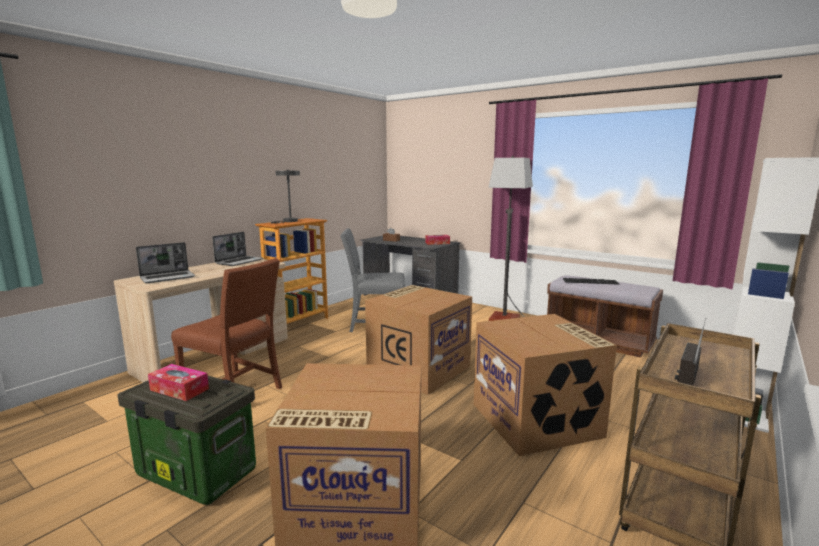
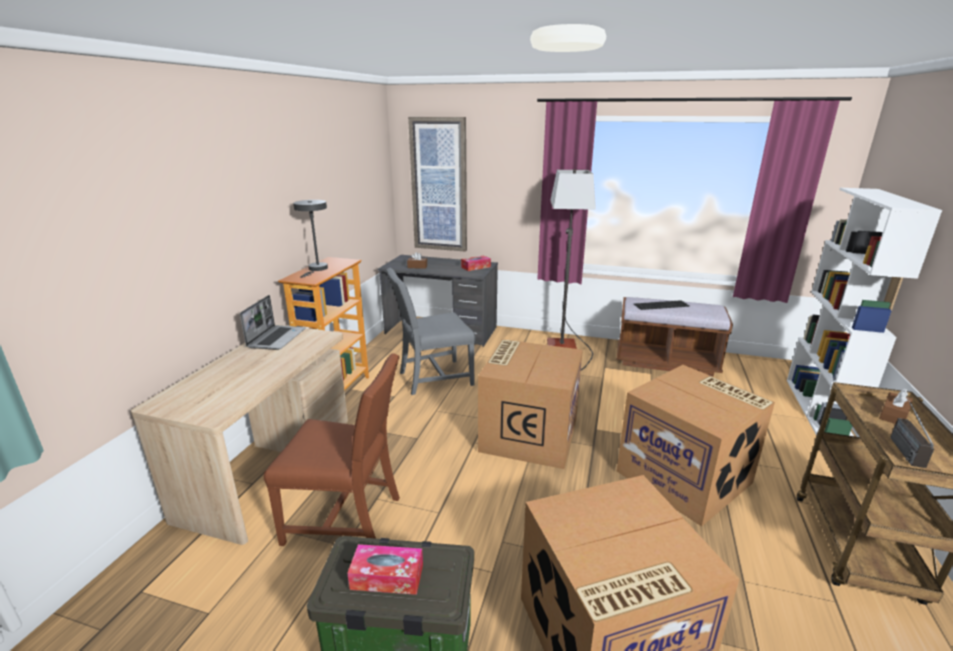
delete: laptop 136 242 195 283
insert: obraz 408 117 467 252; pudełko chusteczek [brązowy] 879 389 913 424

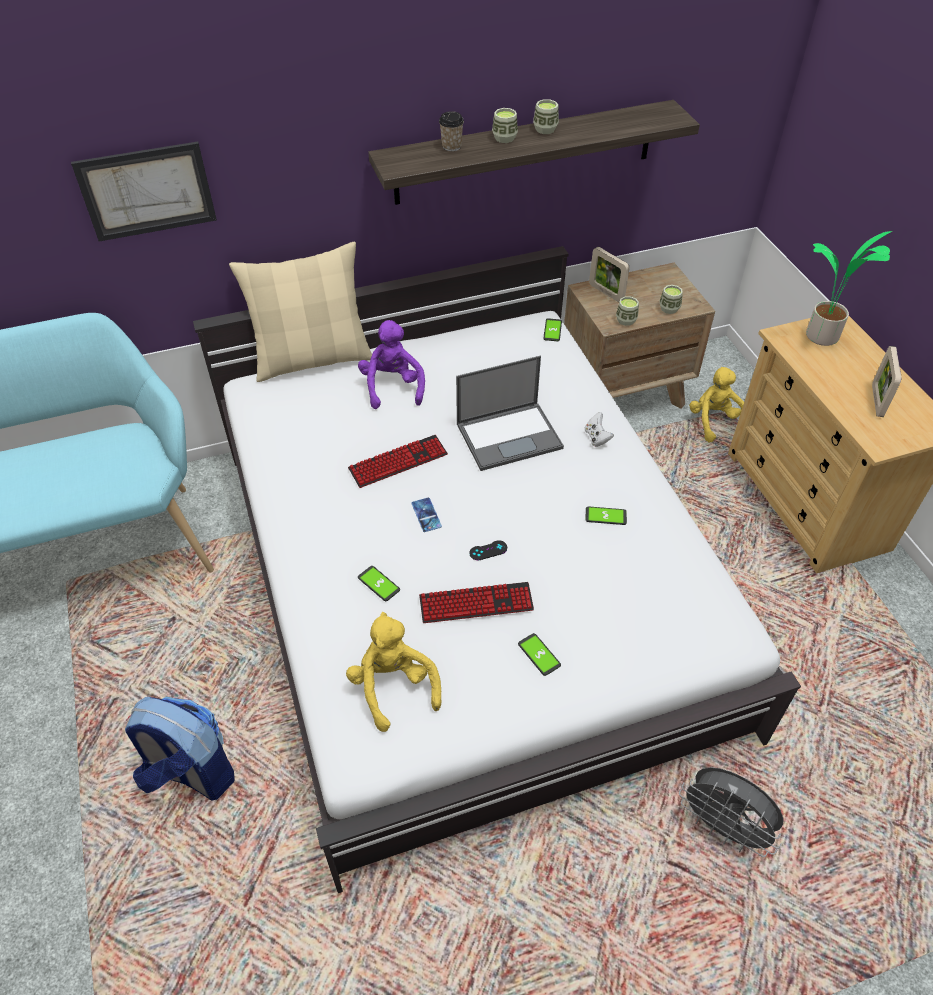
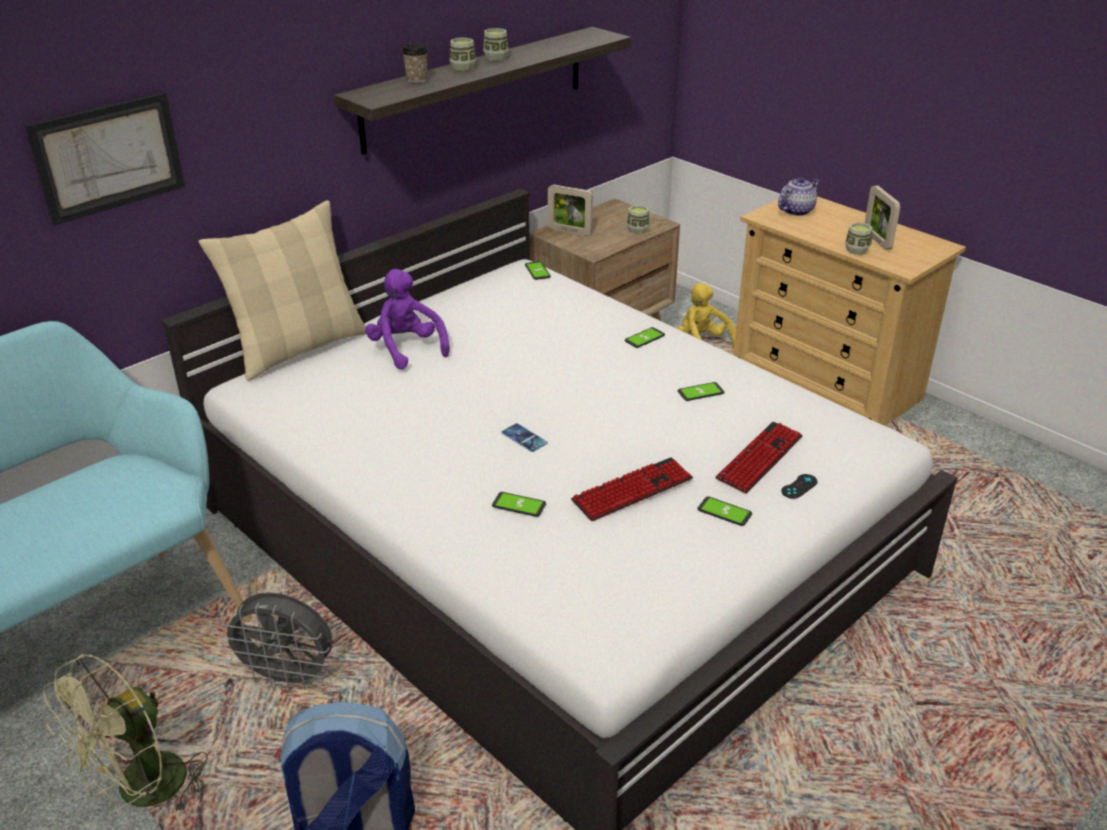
delete: pluszak [żółty] 346 612 441 732; laptop 456 356 564 471
insert: wentylator [zielony] 43 654 208 814
move: wentylator [szary] 679 767 783 857 to 218 593 332 691; klawiatura 348 435 448 488 to 716 422 803 494; pad do gier [czarny] 469 540 507 560 to 782 474 818 499; filiżanka 616 296 639 326 to 845 223 872 255
replace: pad do gier [biały] 585 412 614 447 to telefon 625 327 665 348; roślina doniczkowa 806 231 893 346 to imbryk 778 177 820 216

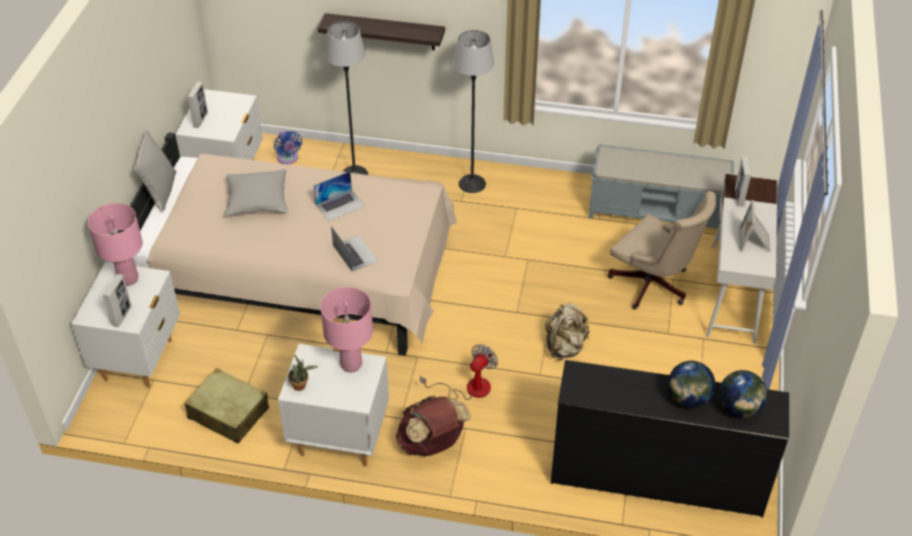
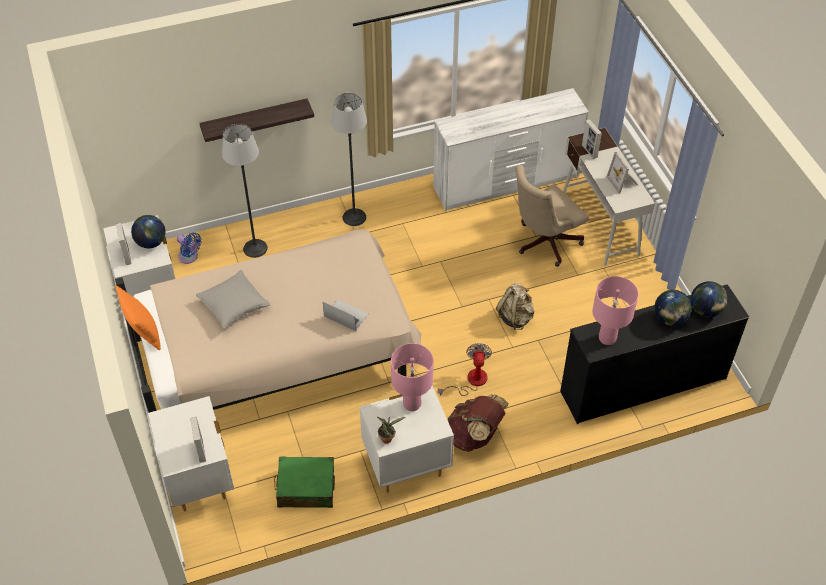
delete: laptop 314 171 365 221
insert: globus 131 215 166 248
move: lampa stołowa [różowy] 88 203 143 286 to 592 276 638 345
replace: ławka [szary] 589 144 735 229 to komoda [biały] 433 88 589 211
recolor: poduszka [szary] 134 130 176 213 to poduszka [pomarańczowy] 115 285 161 350; walizka [beżowy] 185 368 269 444 to walizka [zielony] 274 457 335 508
rotate: krzesło biurowe [beżowy] 608 191 716 309 = 515 165 589 267 135 degrees clockwise

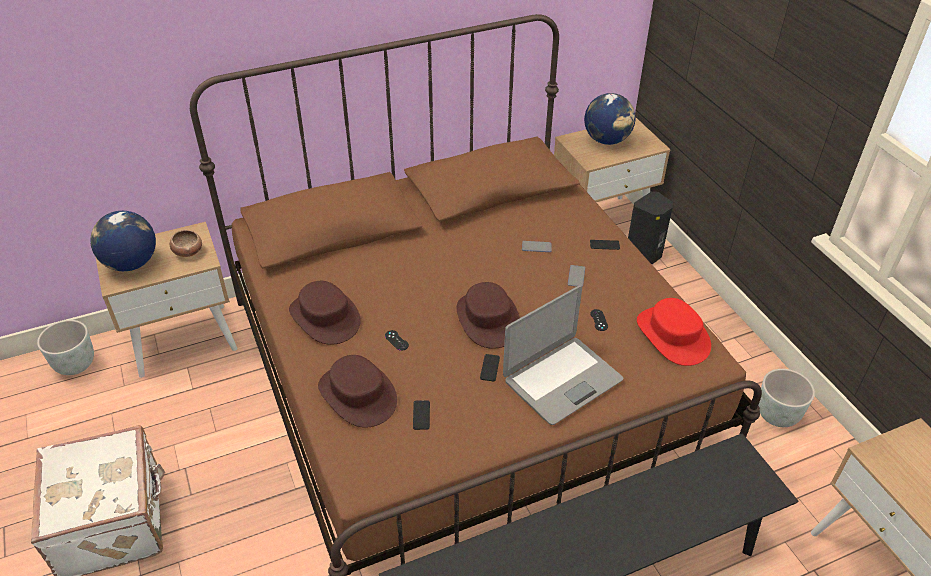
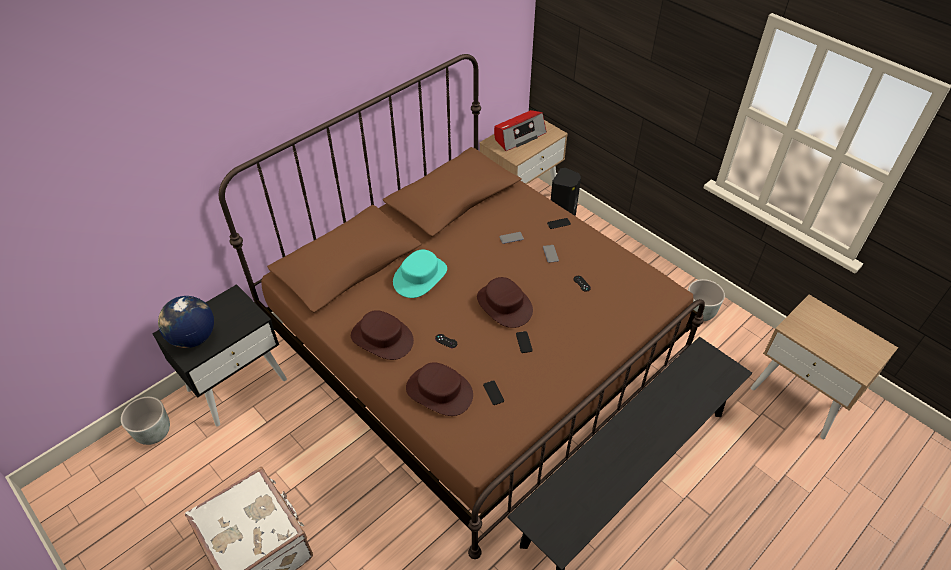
delete: miska 170 230 202 257; laptop 503 286 623 425; kapelusz [czerwony] 637 298 711 366
insert: kapelusz [turkusowy] 393 250 447 298
replace: globus 584 93 636 145 to radio 494 110 547 151
recolor: szafka nocna [beżowy] 96 222 237 378 to szafka nocna [czarny] 152 284 287 427

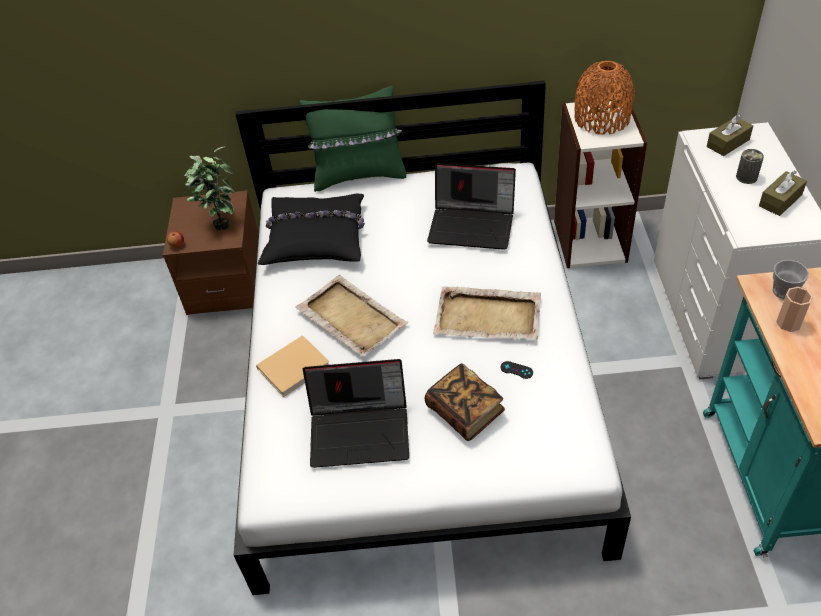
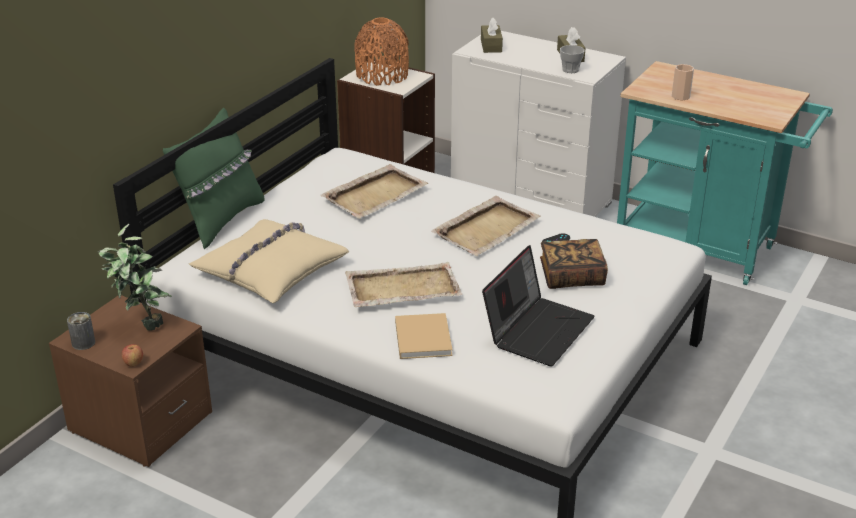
move: puszka 736 149 764 184 to 67 312 95 350; filiżanka 772 260 809 299 to 560 45 585 73
replace: laptop 427 163 516 250 to taca [beżowy] 320 164 429 219
recolor: poduszka [czarny] 258 193 365 265 to poduszka [beżowy] 189 219 349 303

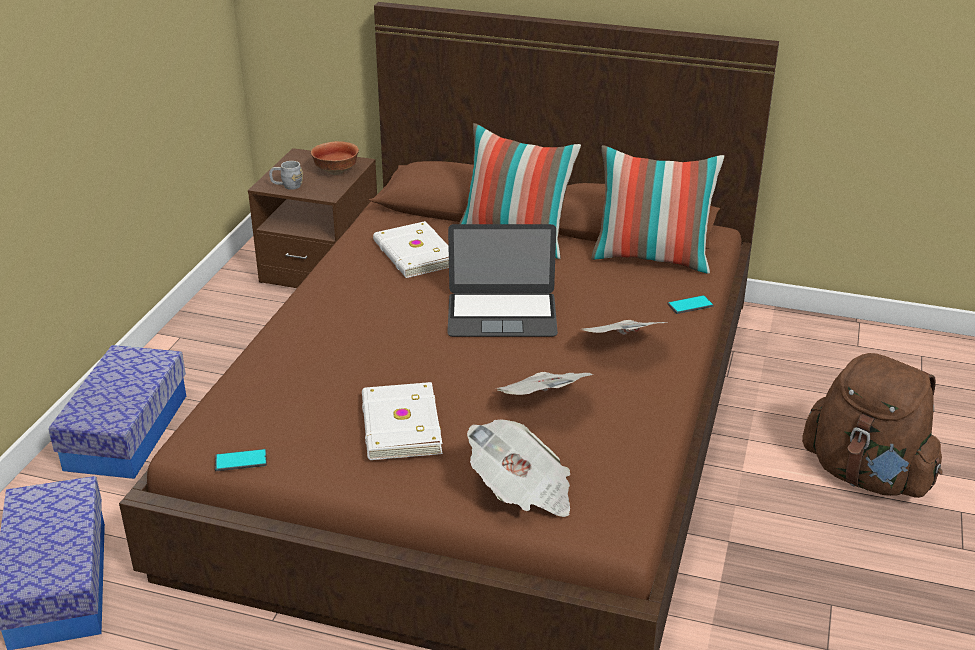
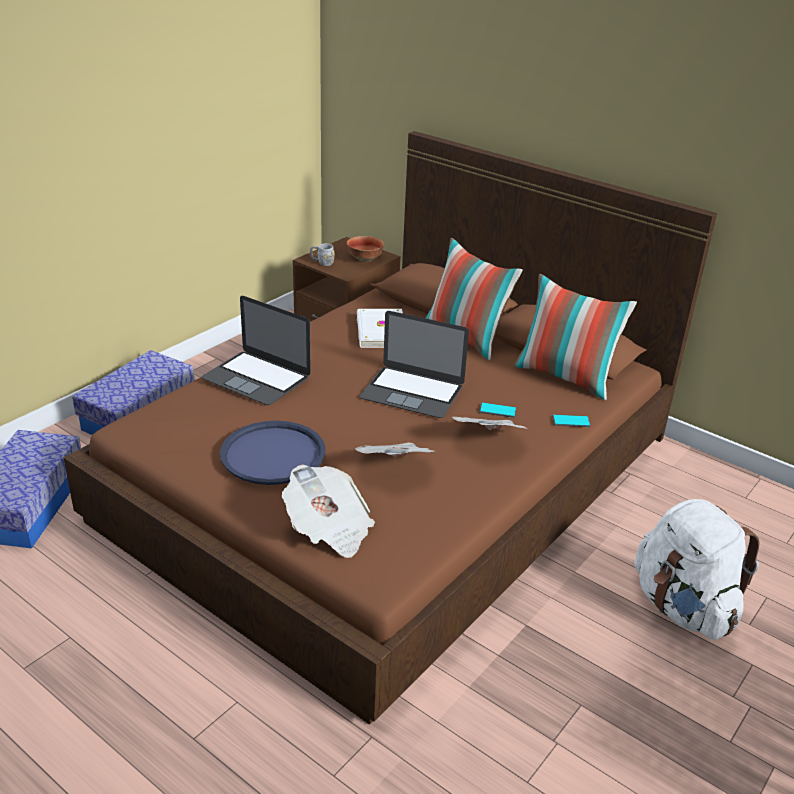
insert: laptop 202 296 311 405
move: telefon 215 449 267 471 to 479 402 516 418
replace: książka [biały] 362 382 443 460 to taca [niebieski] 220 421 326 485
recolor: plecak [brązowy] 802 353 943 498 to plecak [biały] 634 499 760 640

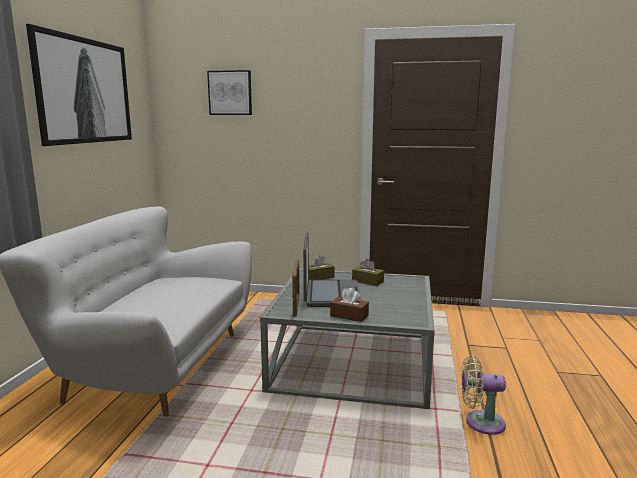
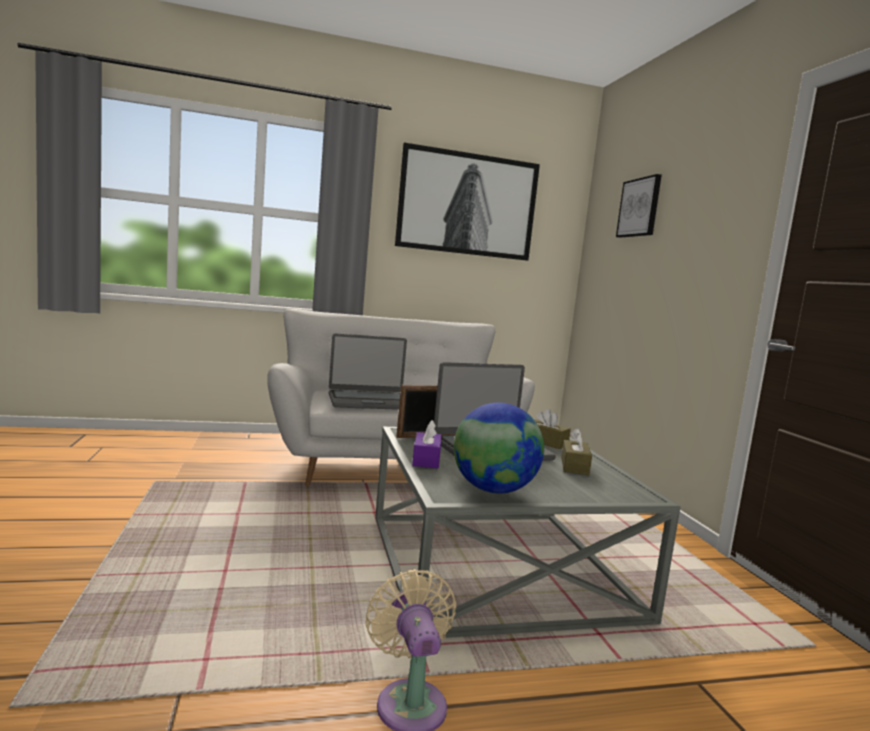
insert: laptop 329 333 407 410; globus 454 402 544 494
recolor: pudełko chusteczek [brązowy] 330 288 369 322 to pudełko chusteczek [fioletowy] 412 420 441 469

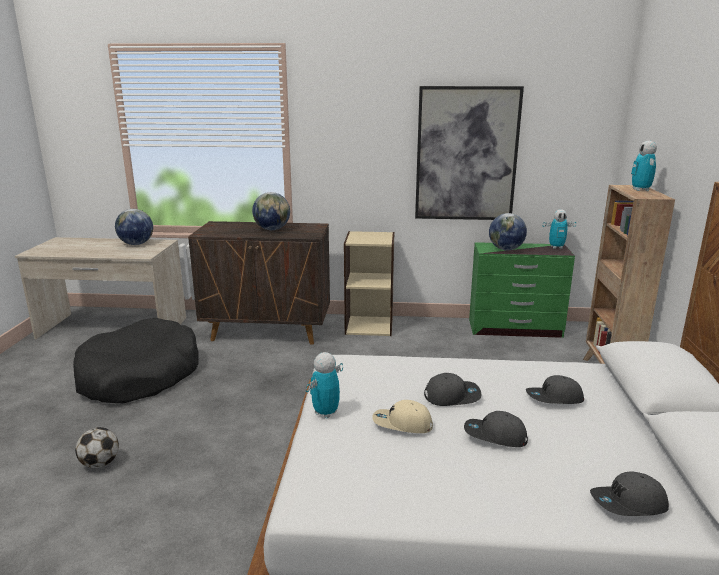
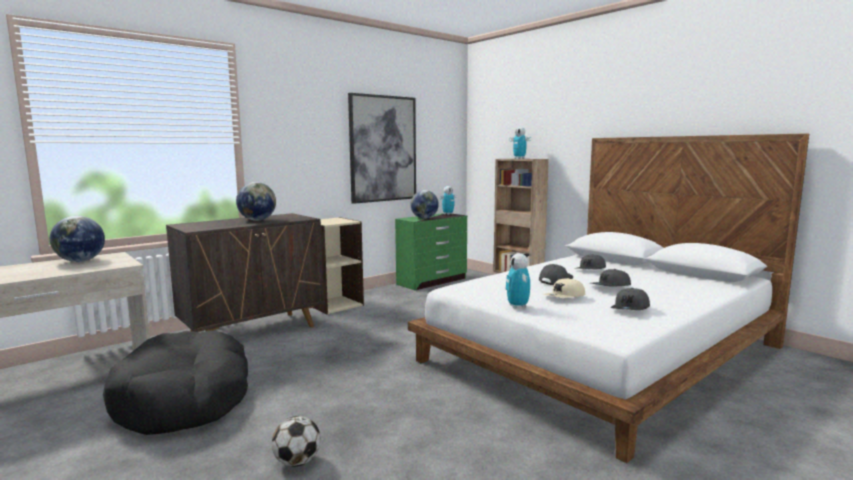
move: czapka z daszkiem [szary] 590 471 669 516 to 611 288 650 310

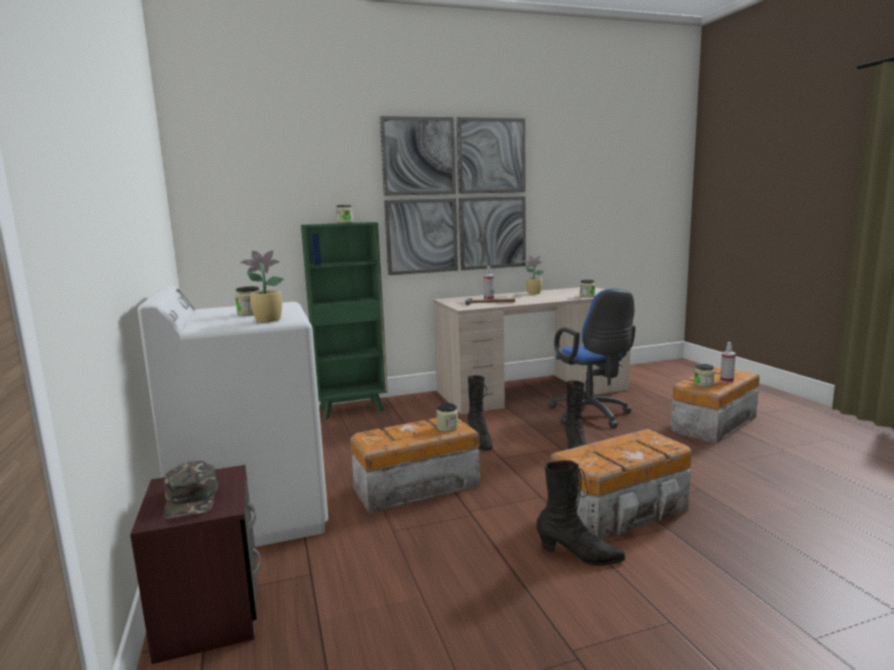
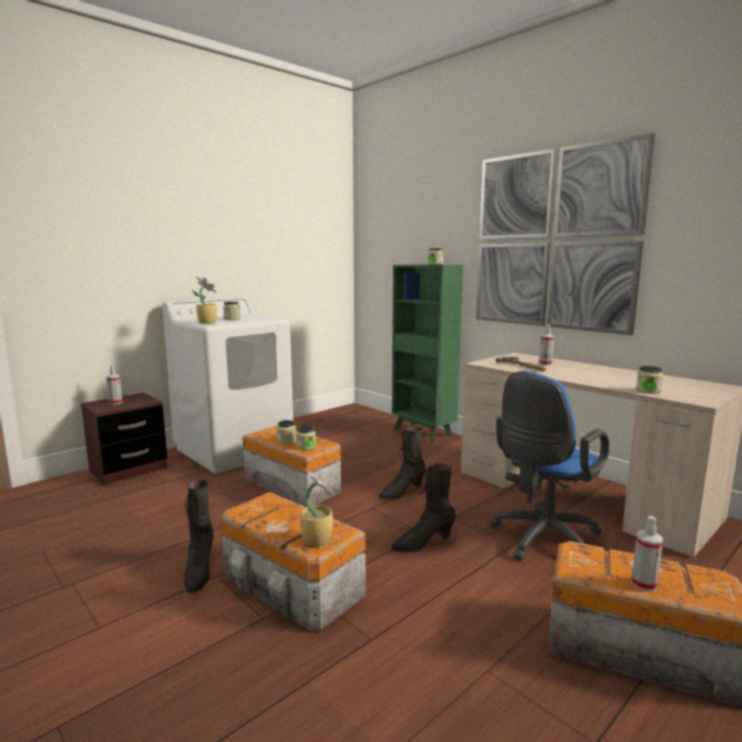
move: słoik 694 364 715 387 to 277 420 296 444; roślina doniczkowa 523 256 544 294 to 297 467 335 546
replace: czapka z daszkiem [zielony] 163 461 218 519 to spryskiwacz 106 365 123 405

